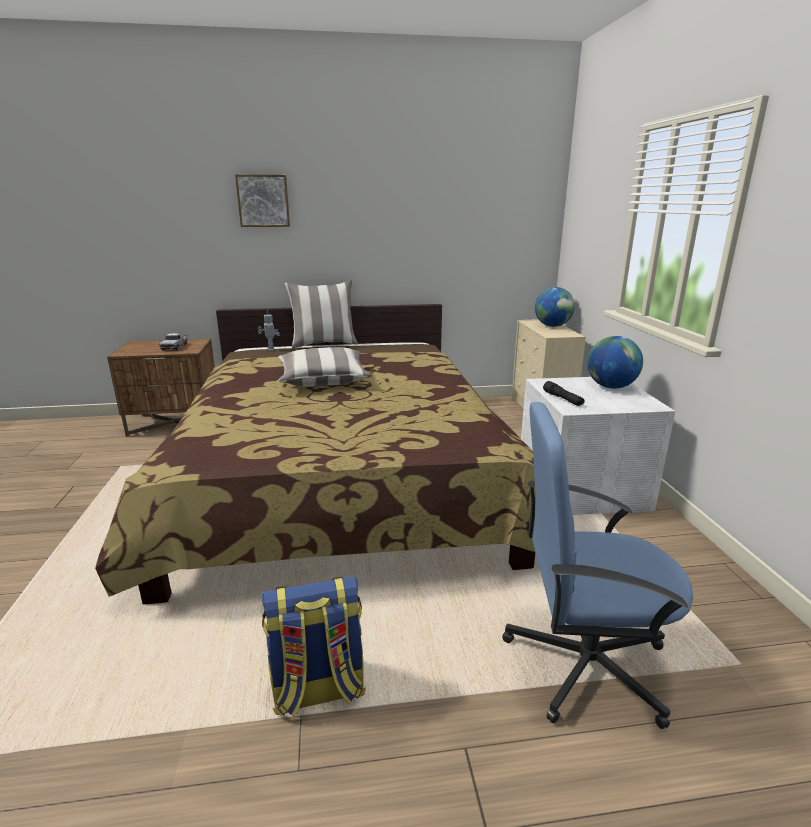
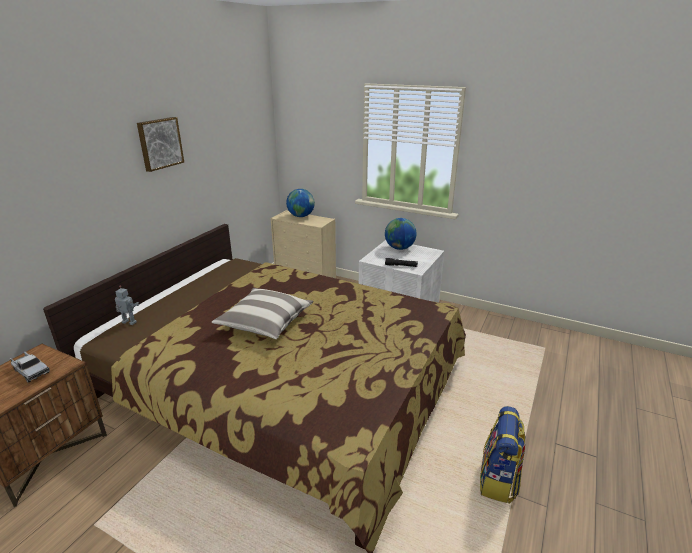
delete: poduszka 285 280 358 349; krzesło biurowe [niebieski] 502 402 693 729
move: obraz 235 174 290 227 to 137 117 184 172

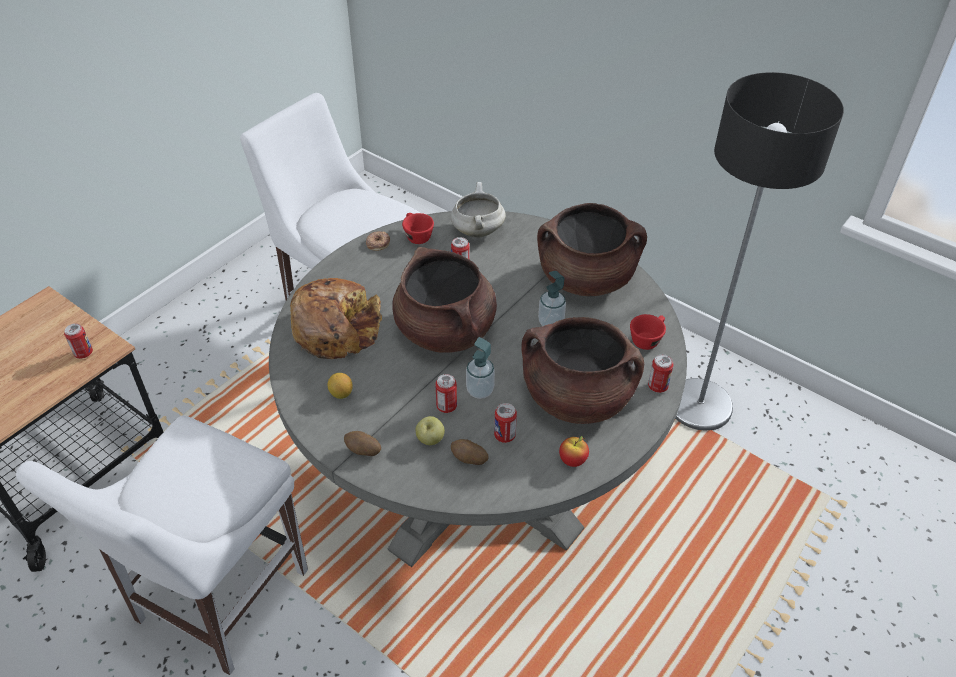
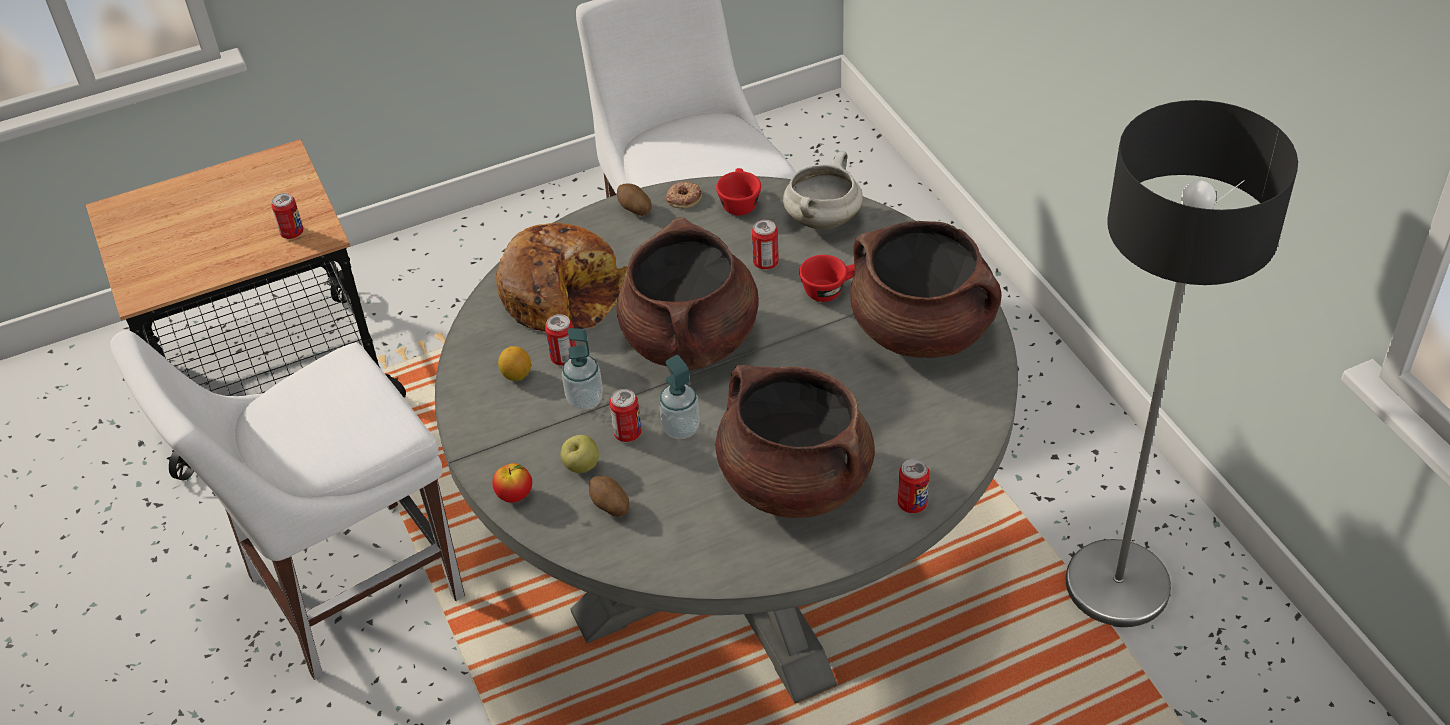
move: jabłko 559 436 589 467 to 492 463 532 503; puszka 494 403 517 443 to 545 314 576 366; dozownik mydła 538 271 566 326 to 562 328 603 410; ziemniak 344 431 381 456 to 617 184 652 216; filiżanka [czerwony] 630 314 666 350 to 799 255 855 302

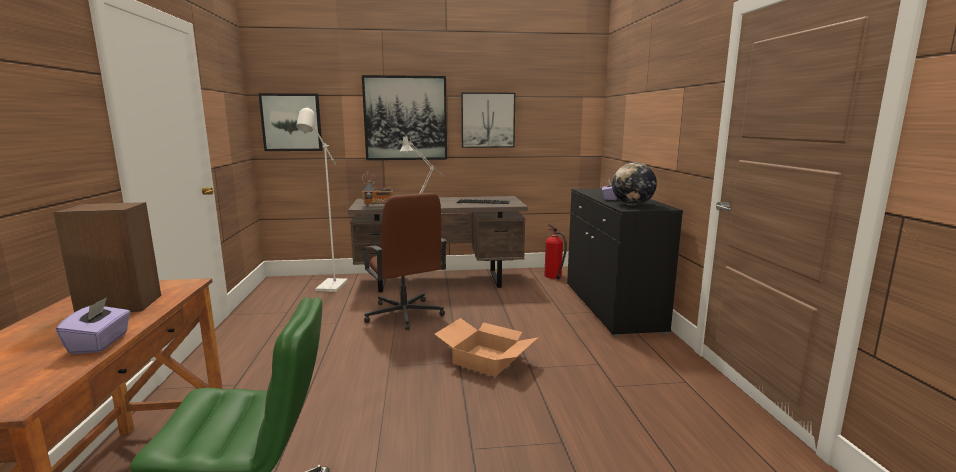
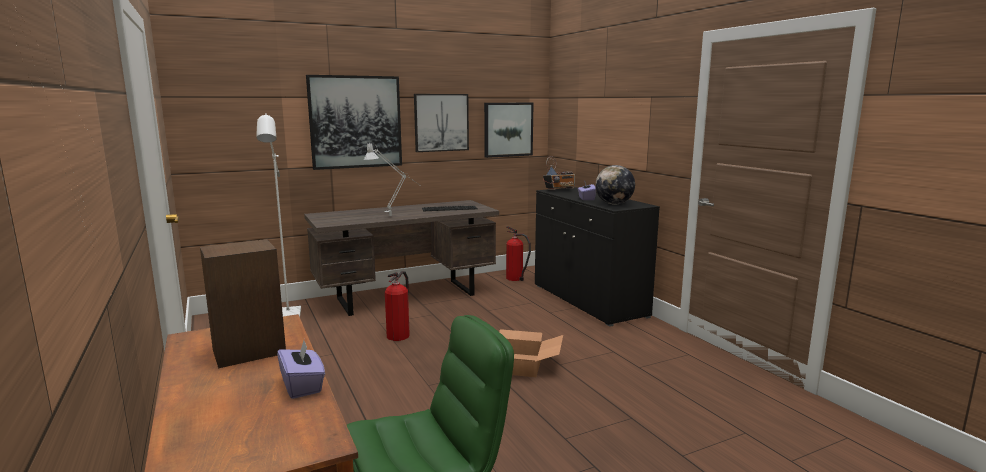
move: obraz 259 93 323 151 to 484 103 534 158; radio 362 171 394 207 to 543 156 575 190
replace: krzesło biurowe [brązowy] 361 193 447 330 to gaśnica 385 271 410 341

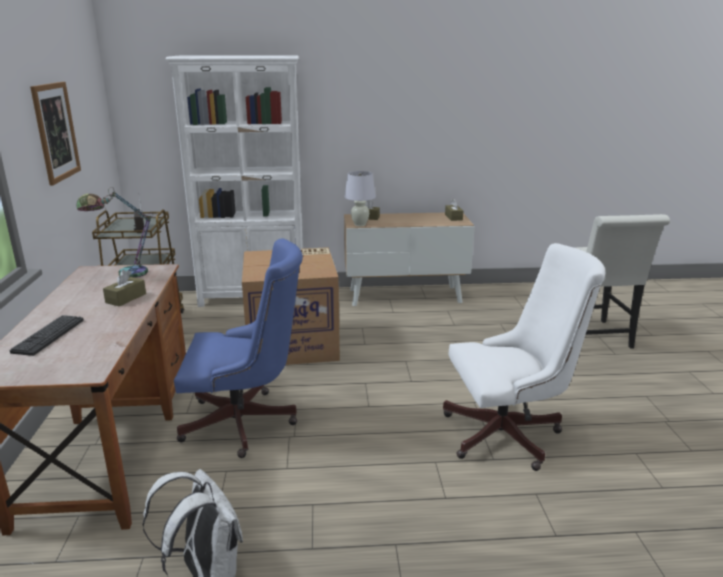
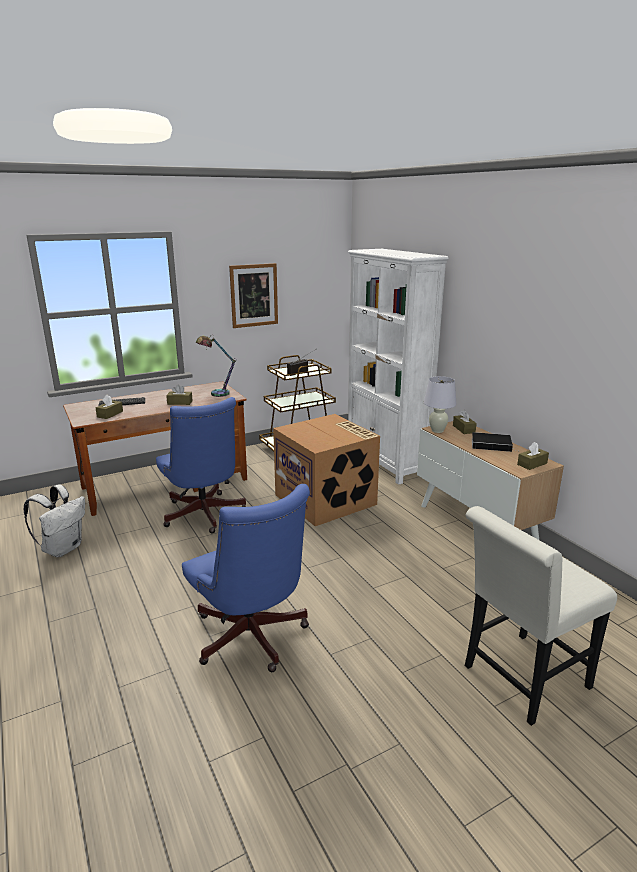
insert: pudełko chusteczek [brązowy] 96 395 123 419; książka 472 432 518 452
recolor: krzesło biurowe [biały] 443 243 605 471 to krzesło biurowe [niebieski] 182 484 310 672

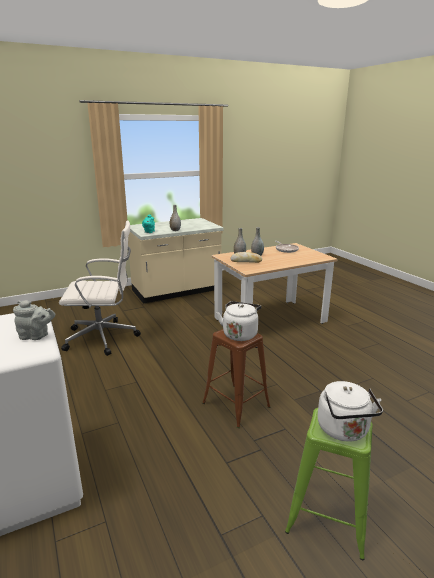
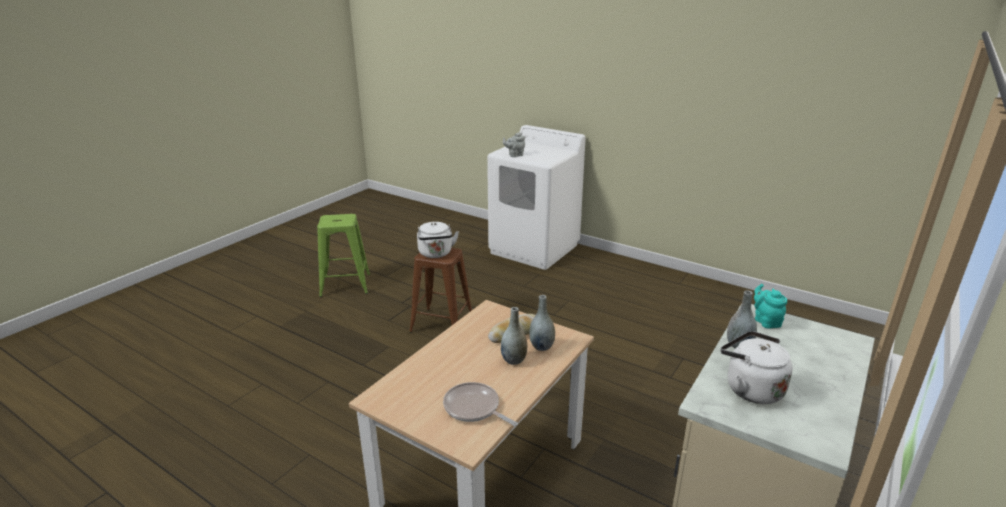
delete: krzesło biurowe [biały] 59 220 141 356
move: czajnik [biały] 317 381 383 442 to 721 331 793 404

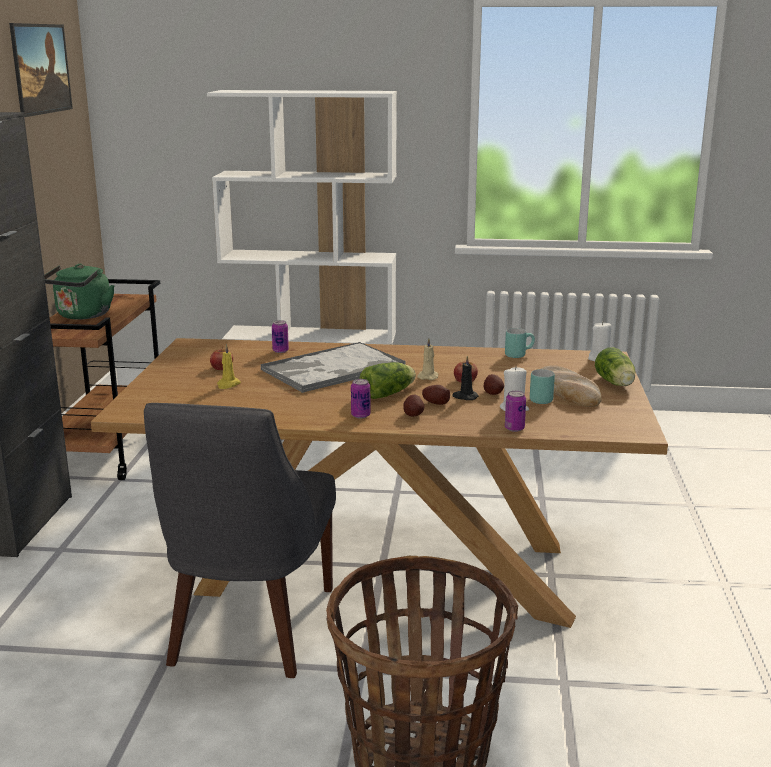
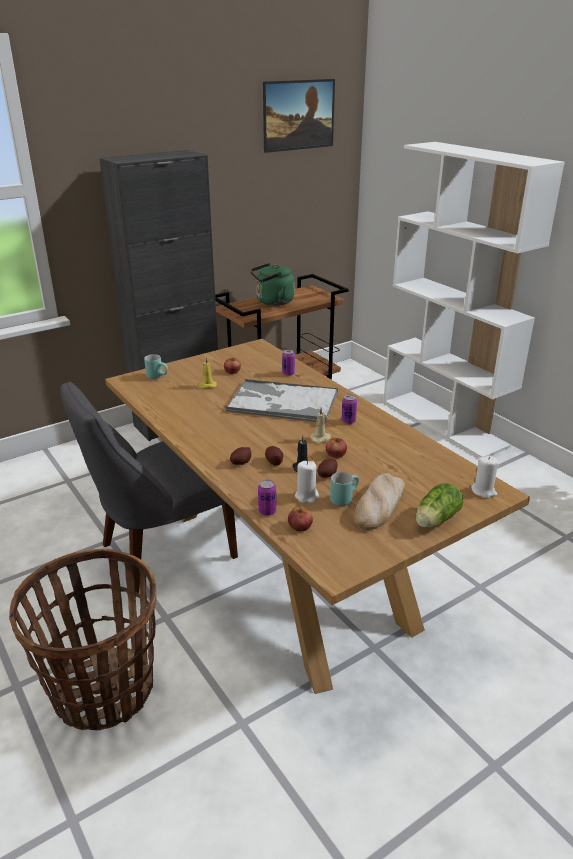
delete: sałata 359 362 416 399
insert: jabłko 288 506 313 532
move: kubek [turkusowy] 505 328 535 358 to 144 354 168 379; puszka 351 379 370 419 to 341 395 357 424

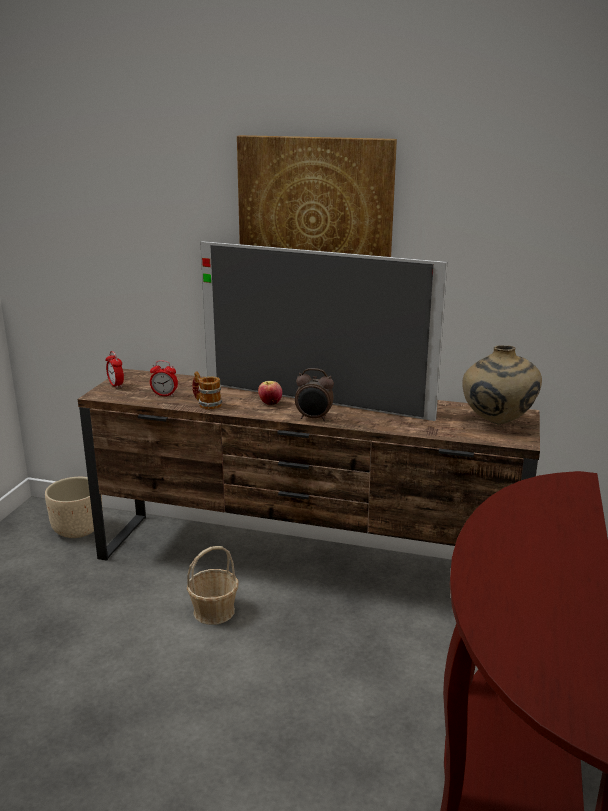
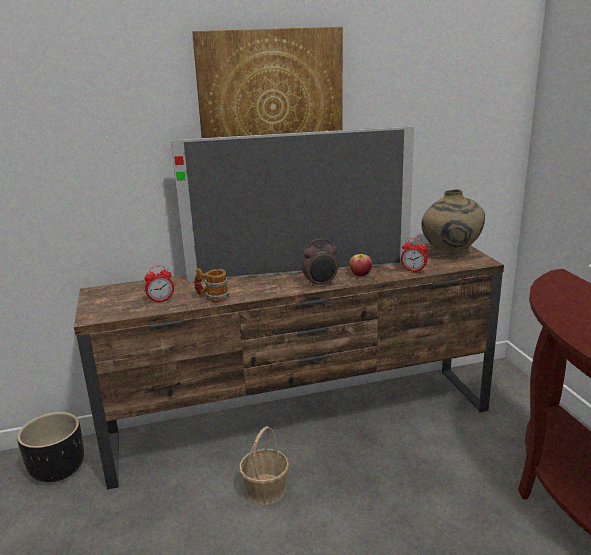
move: jabłko 258 381 282 405 to 349 254 372 276; budzik 106 351 124 388 to 401 238 428 273
recolor: donica [beżowy] 45 477 103 538 to donica [czarny] 17 412 84 482

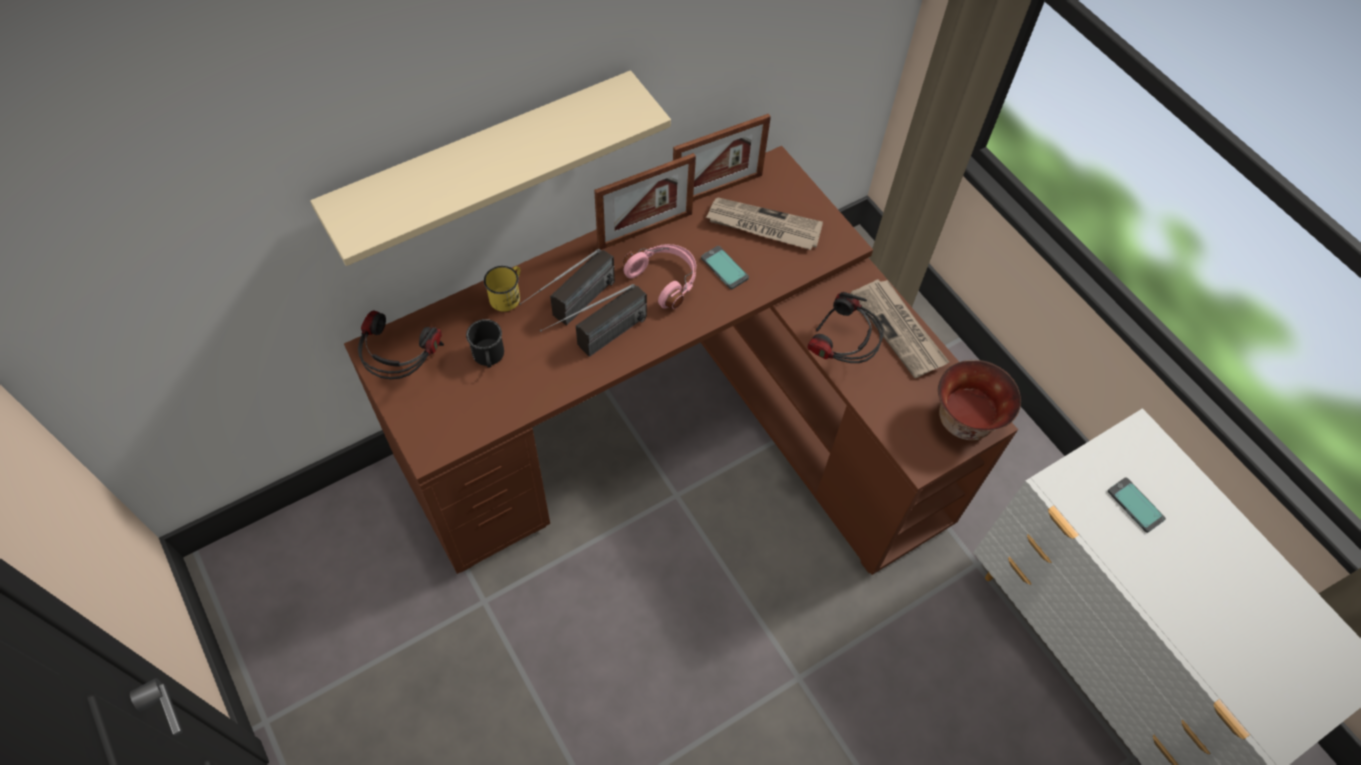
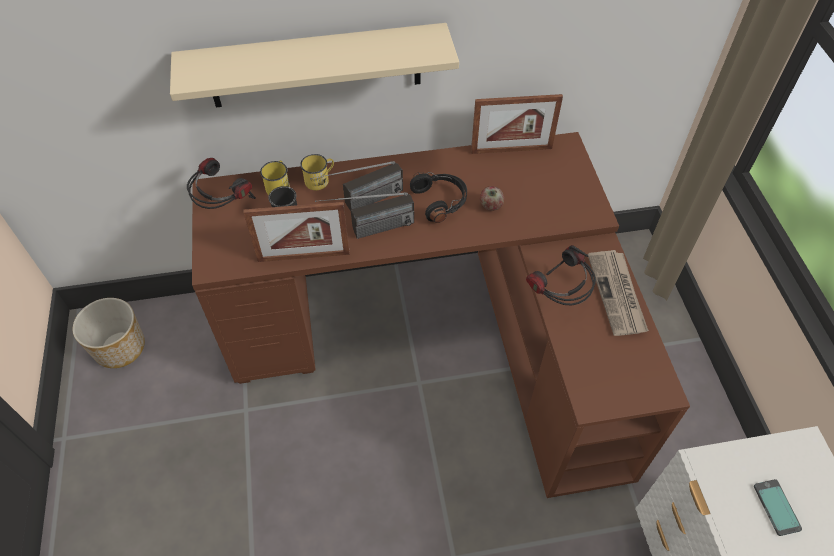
delete: gazeta 706 197 823 250; miska 938 360 1021 440
insert: donica 73 298 145 368; kubek [żółty] 260 161 290 195
move: ramka na zdjęcie 594 153 696 250 to 243 202 350 262
replace: telefon 701 246 749 289 to jabłko 480 186 504 211
recolor: słuchawki [różowy] 623 244 696 309 to słuchawki [czarny] 410 172 467 223

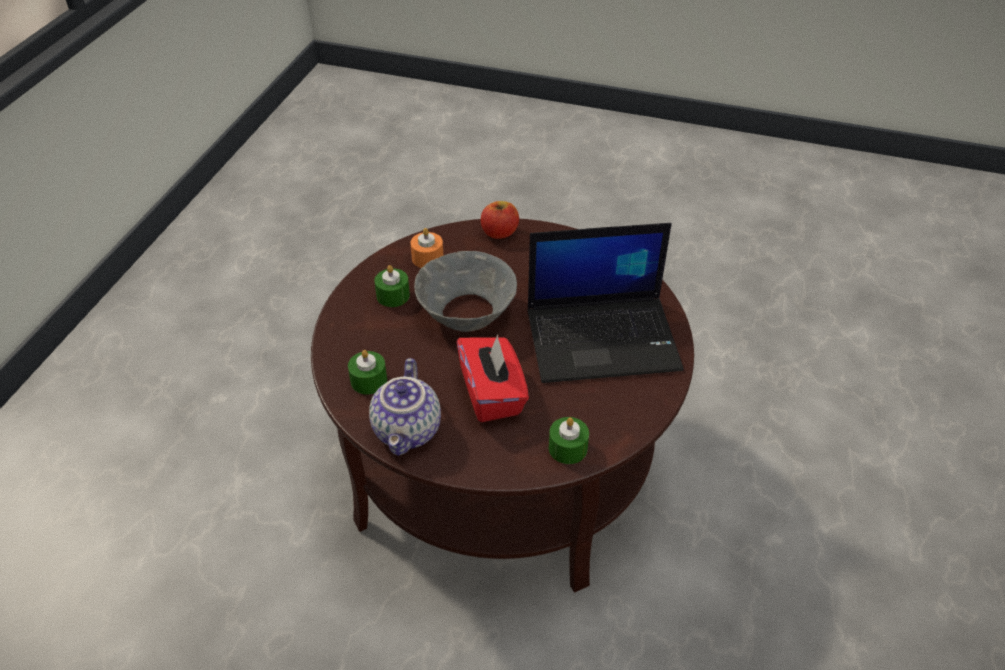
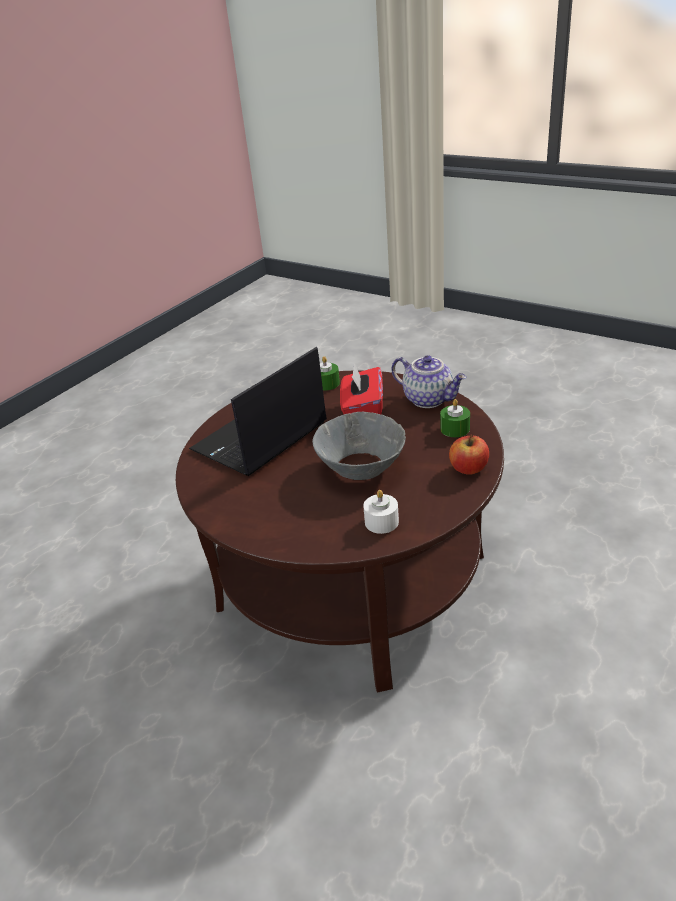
delete: świeca [zielony] 374 265 410 307
move: jabłko 481 201 519 239 to 449 435 489 475
recolor: świeca [pomarańczowy] 410 228 444 268 to świeca [biały] 363 490 399 534
rotate: laptop 527 223 684 383 = 189 347 327 476 60 degrees counterclockwise; imbryk 369 358 441 456 = 391 355 466 408 105 degrees clockwise

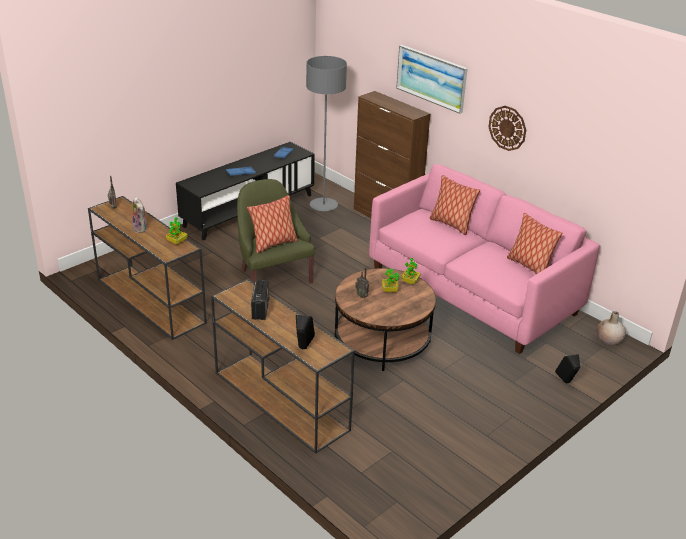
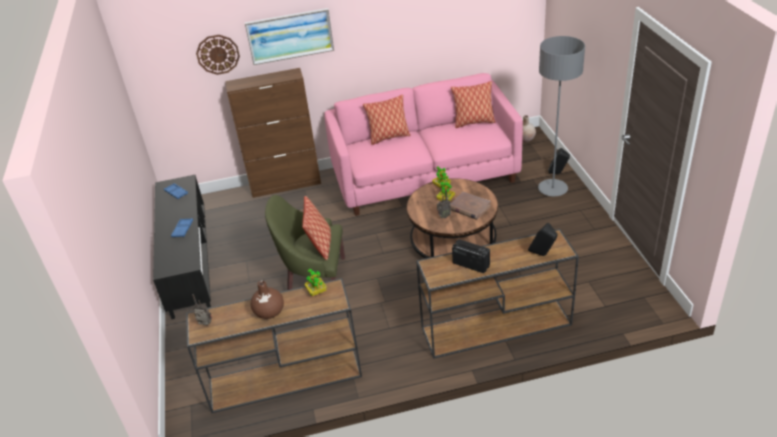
insert: książka [brązowy] 450 192 491 220
move: zegar ścienny 488 105 526 151 to 196 35 240 75; lampa stojąca [szary] 306 56 347 211 to 538 36 585 196
replace: pluszak 132 197 147 233 to wazon [brązowy] 251 280 284 319

